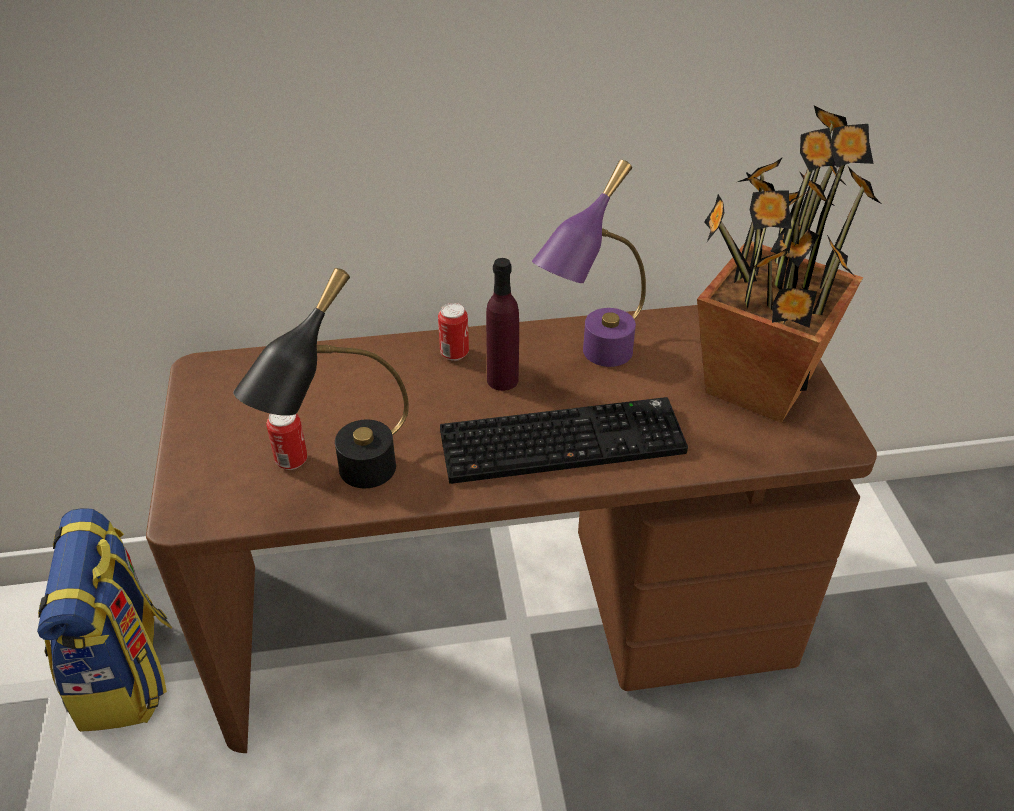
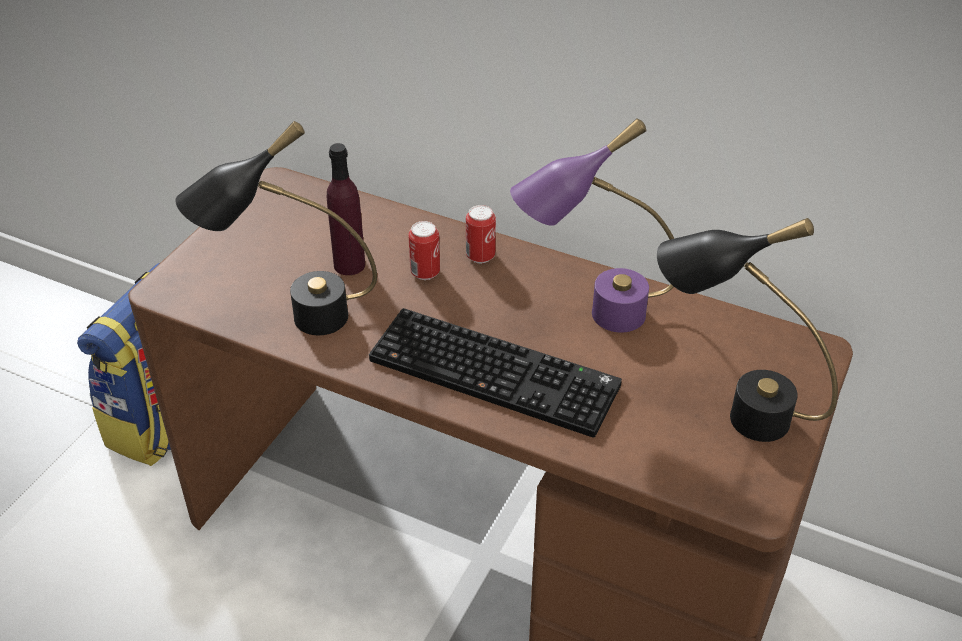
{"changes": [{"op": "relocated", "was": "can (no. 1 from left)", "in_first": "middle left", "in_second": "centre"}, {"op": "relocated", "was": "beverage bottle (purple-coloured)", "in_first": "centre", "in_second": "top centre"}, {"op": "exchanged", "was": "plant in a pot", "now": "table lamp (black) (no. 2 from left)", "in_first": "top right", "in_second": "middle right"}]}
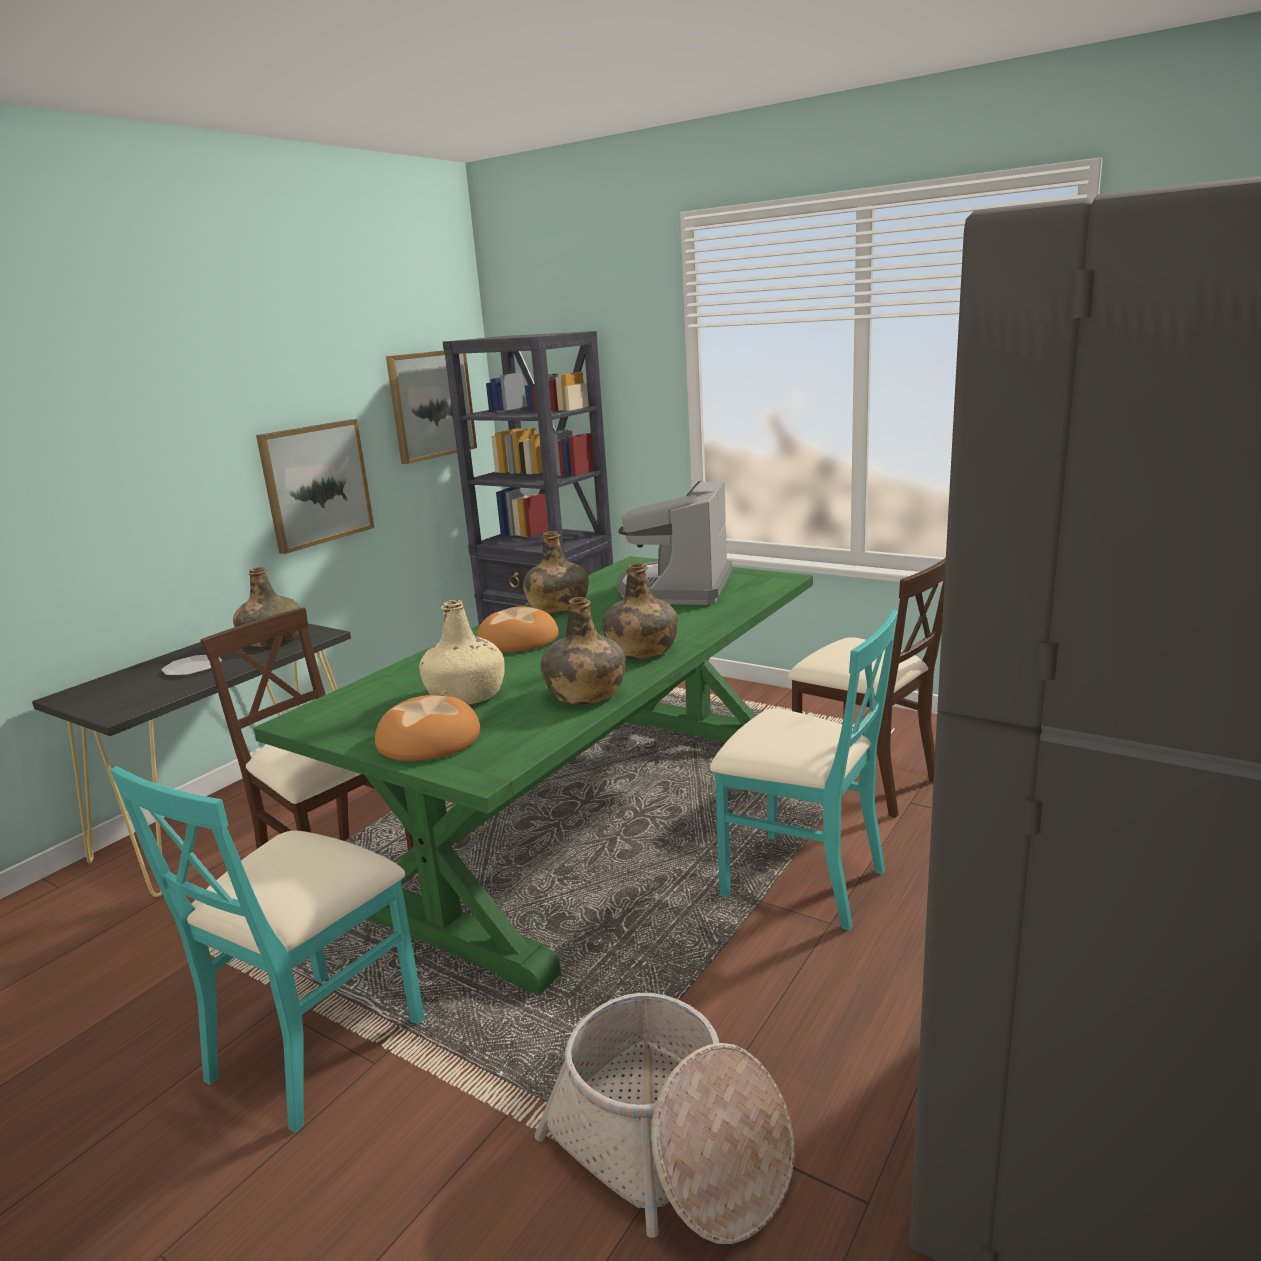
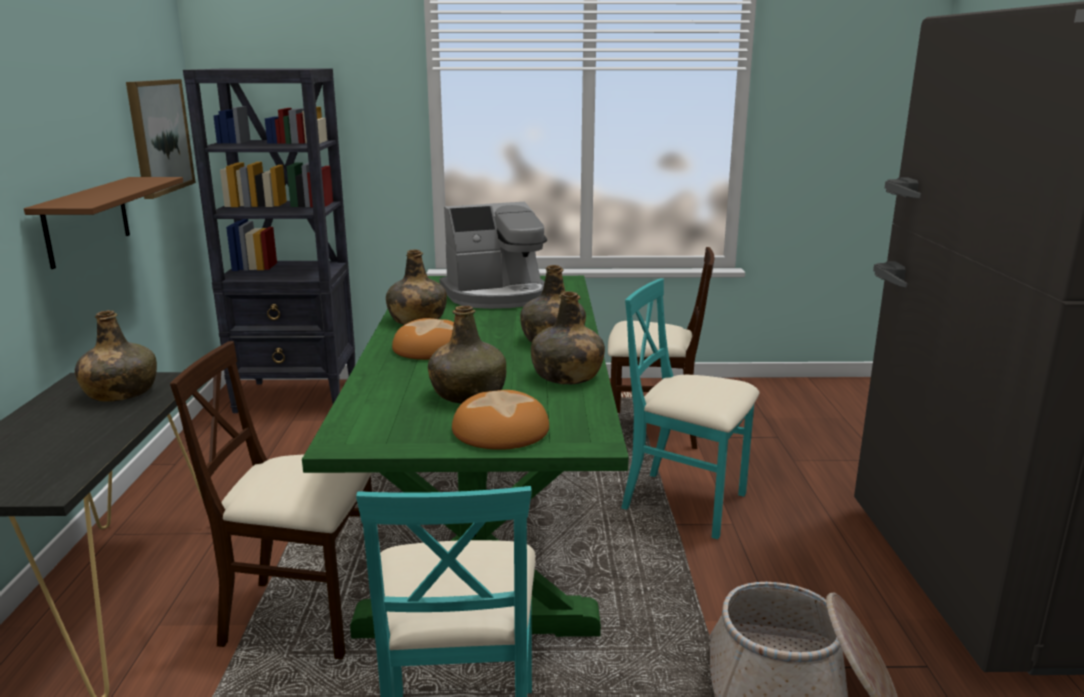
{"changes": [{"op": "missing", "was": "flat dish", "in_first": "middle left"}, {"op": "exchanged", "was": "wall picture (no. 1 from left)", "now": "wall shelf (brownish)", "in_first": "middle left", "in_second": "top left"}, {"op": "colour", "was": "beverage bottle (sand-coloured)", "now": "beverage bottle (green) (no. 3 from left)", "in_first": "centre", "in_second": "centre"}, {"op": "spun", "was": "coffee brewer", "in_first": "centre", "in_second": "centre", "clockwise": -90}, {"op": "spun", "was": "upright chair (turquoise-coloured) (no. 2 from left)", "in_first": "centre", "in_second": "centre", "clockwise": -150}]}
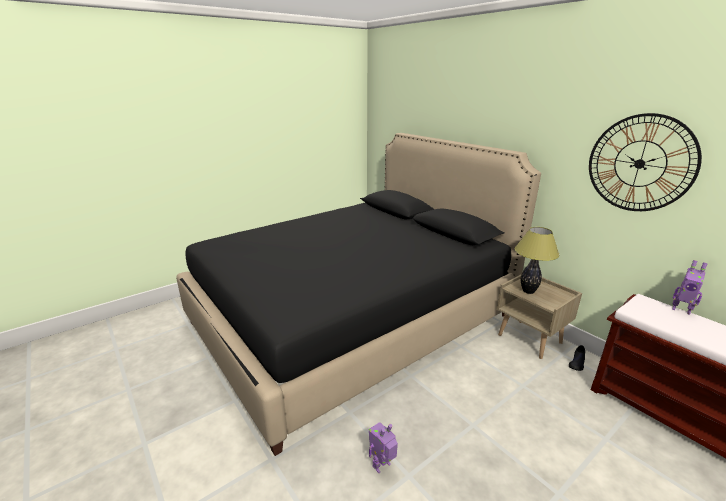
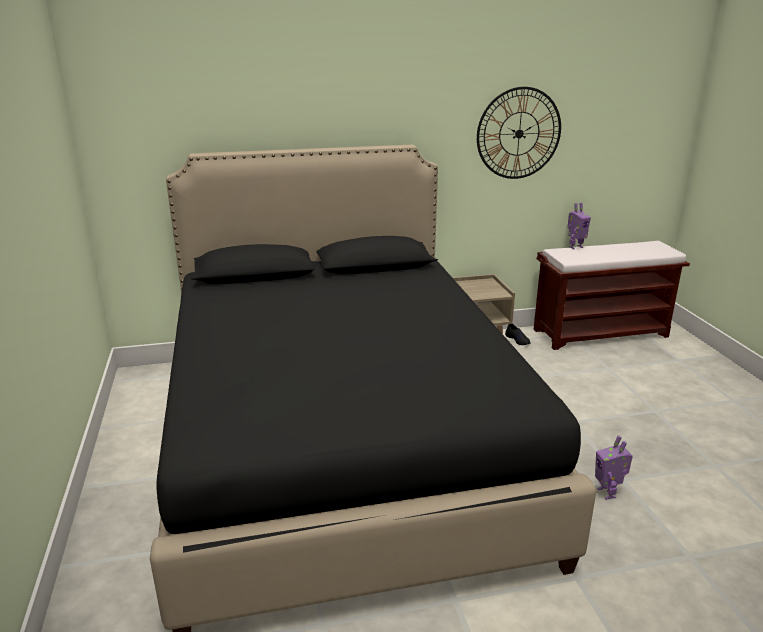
{"changes": [{"op": "missing", "was": "table lamp", "in_first": "middle right"}]}
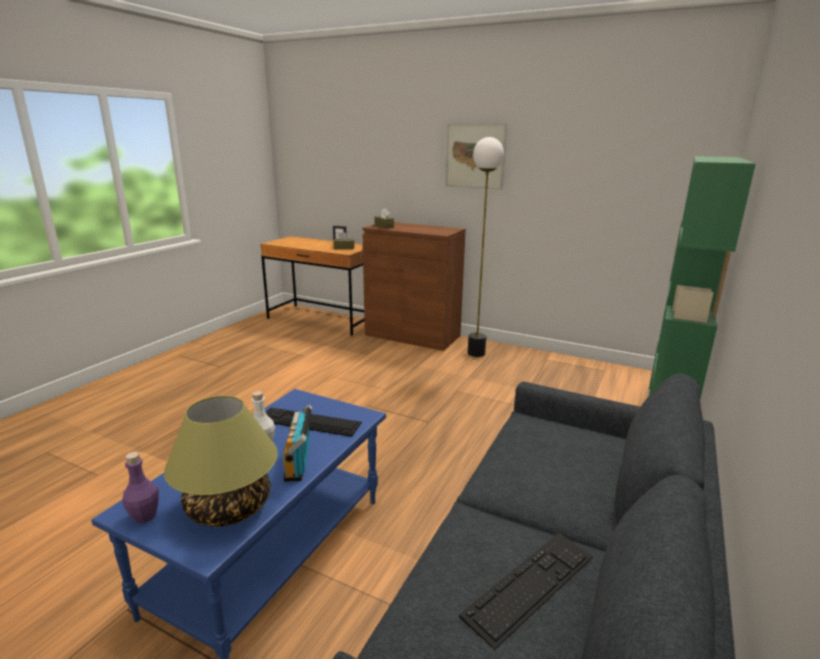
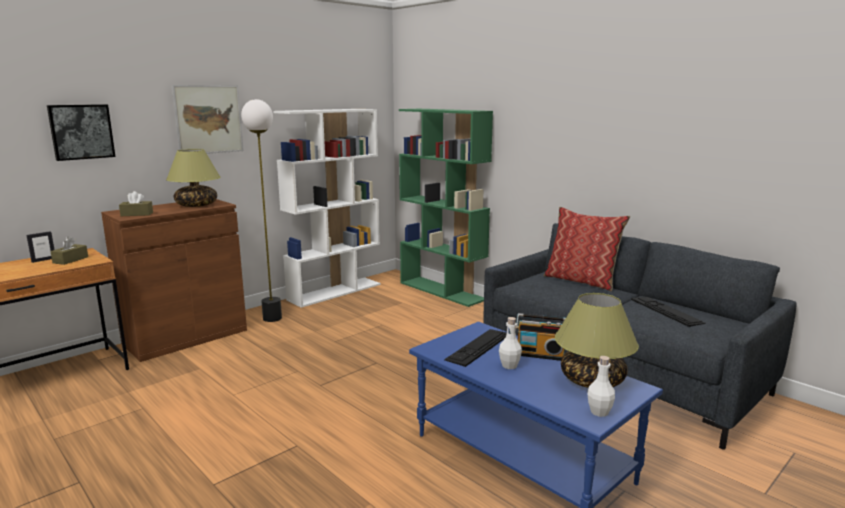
{"changes": [{"op": "appeared", "now": "wall picture (no. 1 from left)", "in_second": "top left"}, {"op": "appeared", "now": "table lamp (no. 1 from left)", "in_second": "middle left"}, {"op": "appeared", "now": "bookcase (white)", "in_second": "centre"}, {"op": "appeared", "now": "pillow", "in_second": "middle right"}, {"op": "colour", "was": "beverage bottle (purple-coloured)", "now": "beverage bottle (white) (no. 2 from left)", "in_first": "bottom left", "in_second": "bottom right"}]}
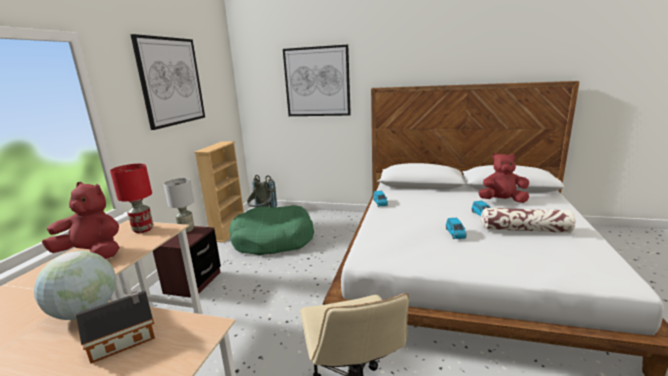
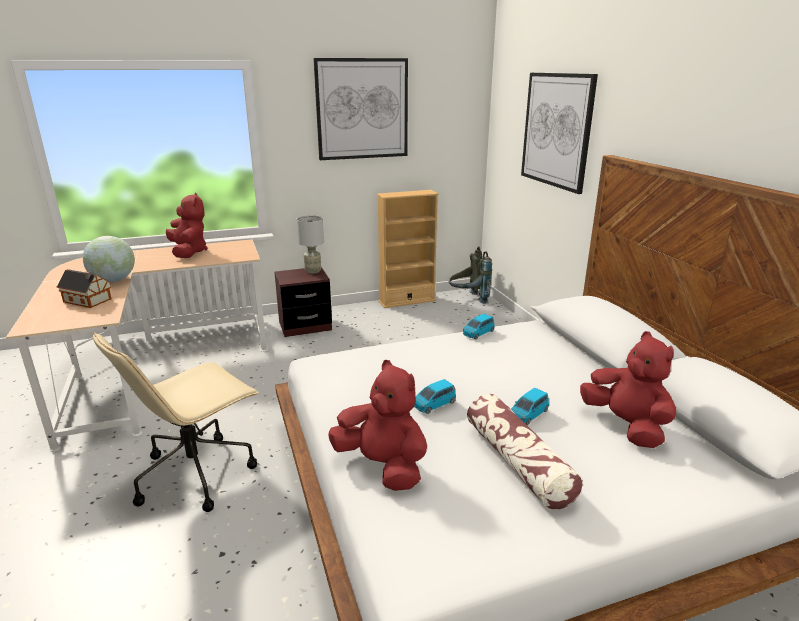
{"changes": [{"op": "missing", "was": "table lamp (reddish)", "in_first": "middle left"}, {"op": "missing", "was": "pet bed (green)", "in_first": "centre"}, {"op": "appeared", "now": "soft toy (reddish) (no. 2 from left)", "in_second": "bottom centre"}]}
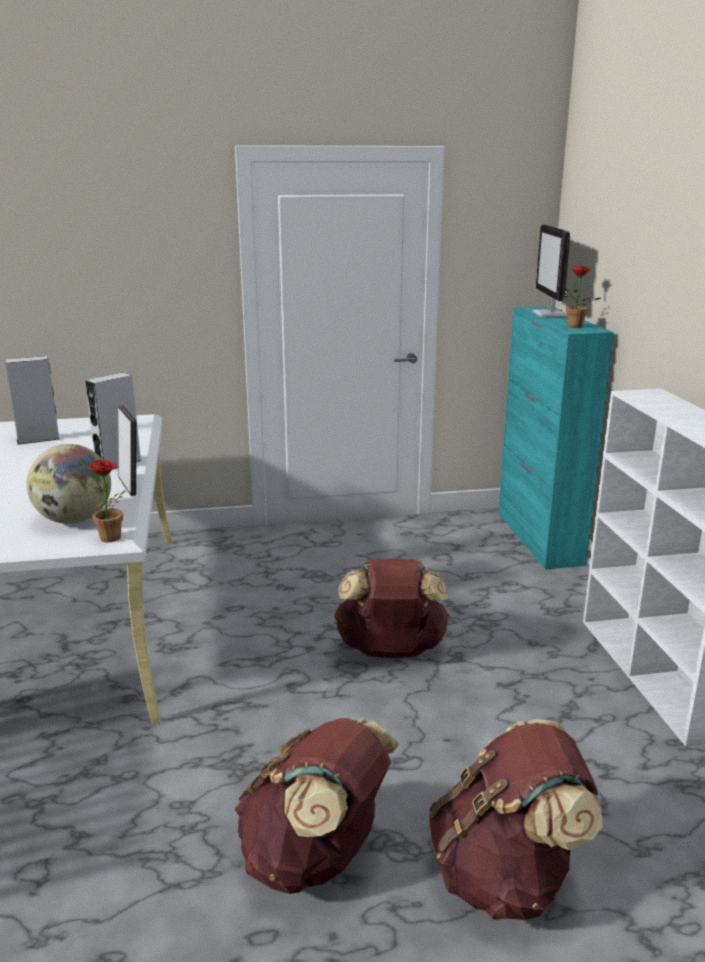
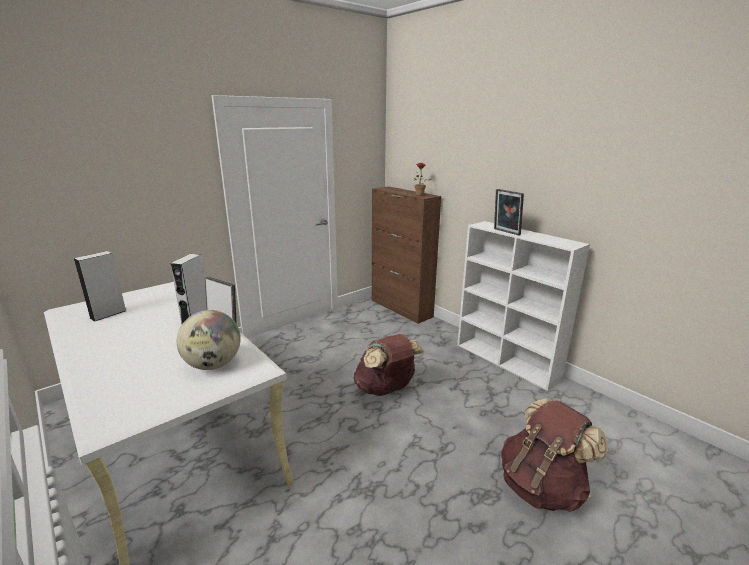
{"changes": [{"op": "missing", "was": "plant in a pot (no. 1 from left)", "in_first": "middle left"}, {"op": "missing", "was": "knapsack (brownish) (no. 1 from left)", "in_first": "bottom centre"}, {"op": "missing", "was": "computer screen", "in_first": "top right"}, {"op": "appeared", "now": "standing frame (no. 2 from left)", "in_second": "middle right"}, {"op": "colour", "was": "cabinet (turquoise-coloured)", "now": "cabinet (brownish)", "in_first": "middle right", "in_second": "centre"}]}
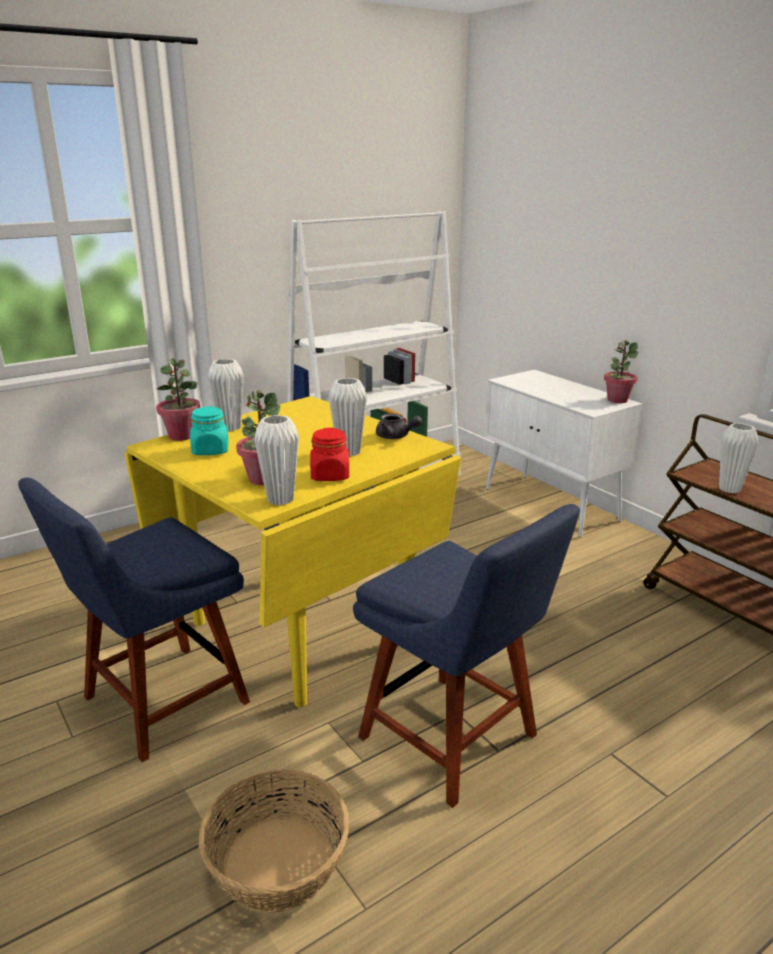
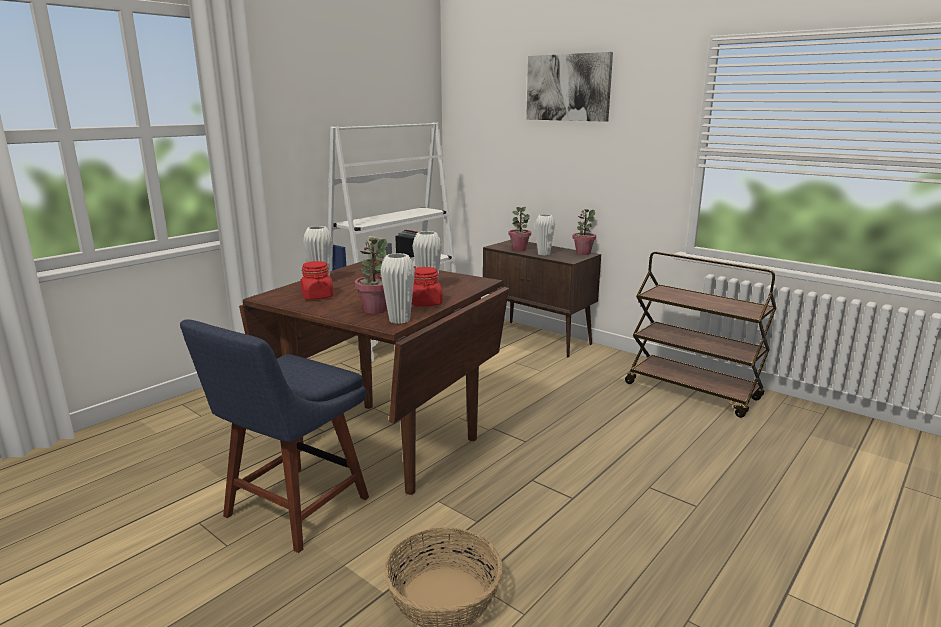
{"changes": [{"op": "missing", "was": "upright chair (bluish) (no. 2 from left)", "in_first": "bottom centre"}, {"op": "missing", "was": "tea pot (gray)", "in_first": "centre"}, {"op": "appeared", "now": "wall picture", "in_second": "top centre"}, {"op": "relocated", "was": "plant in a pot (no. 1 from left in the first image)", "now": "plant in a pot (no. 2 from left)", "in_first": "middle left", "in_second": "centre"}, {"op": "relocated", "was": "flower vase (white) (no. 4 from left)", "in_first": "middle right", "in_second": "centre"}, {"op": "colour", "was": "dining table (yellowish)", "now": "dining table (brownish)", "in_first": "centre", "in_second": "centre"}, {"op": "colour", "was": "jar (turquoise-coloured)", "now": "jar (reddish) (no. 1 from left)", "in_first": "middle left", "in_second": "centre"}, {"op": "colour", "was": "cabinet (white)", "now": "cabinet (brownish)", "in_first": "middle right", "in_second": "centre"}]}
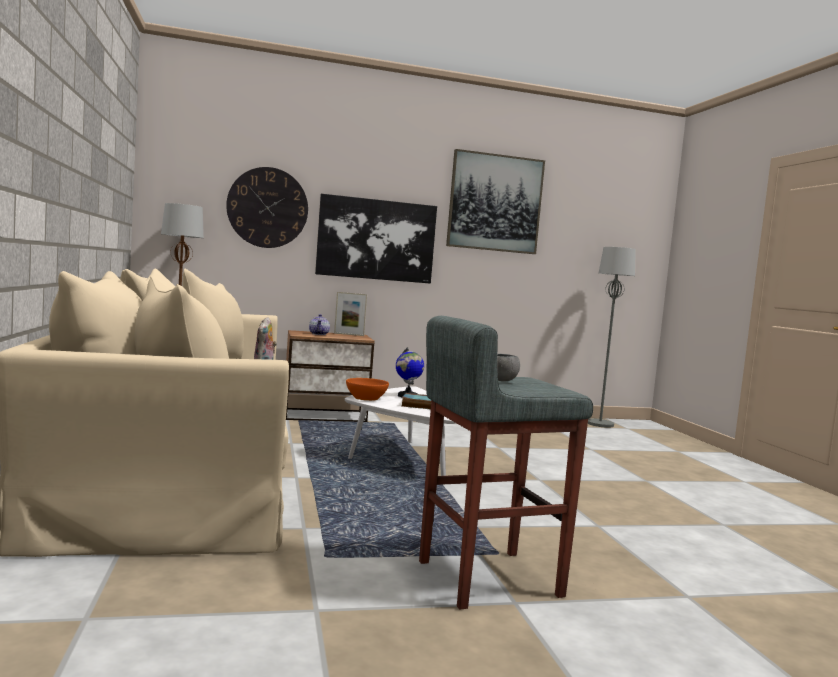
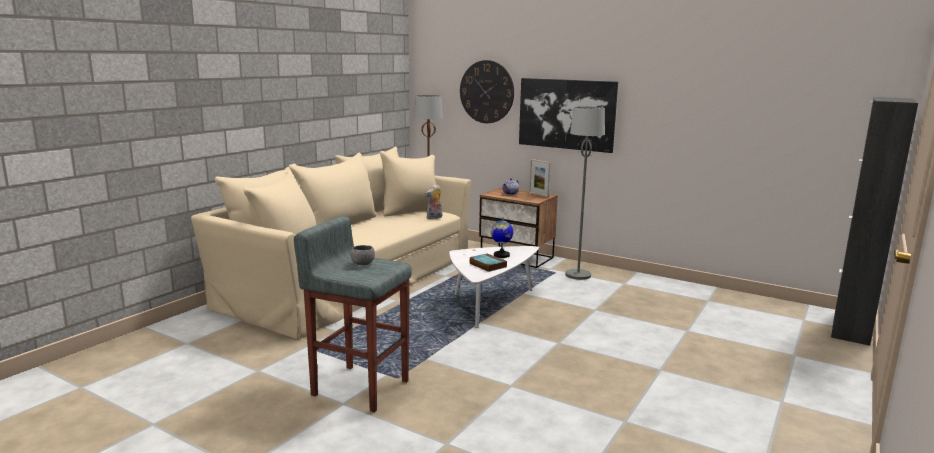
{"changes": [{"op": "missing", "was": "bowl (orangey)", "in_first": "centre"}, {"op": "missing", "was": "wall picture (no. 2 from left)", "in_first": "top centre"}, {"op": "appeared", "now": "cabinet (black)", "in_second": "middle right"}, {"op": "relocated", "was": "floor lamp (gray)", "in_first": "middle right", "in_second": "centre"}]}
